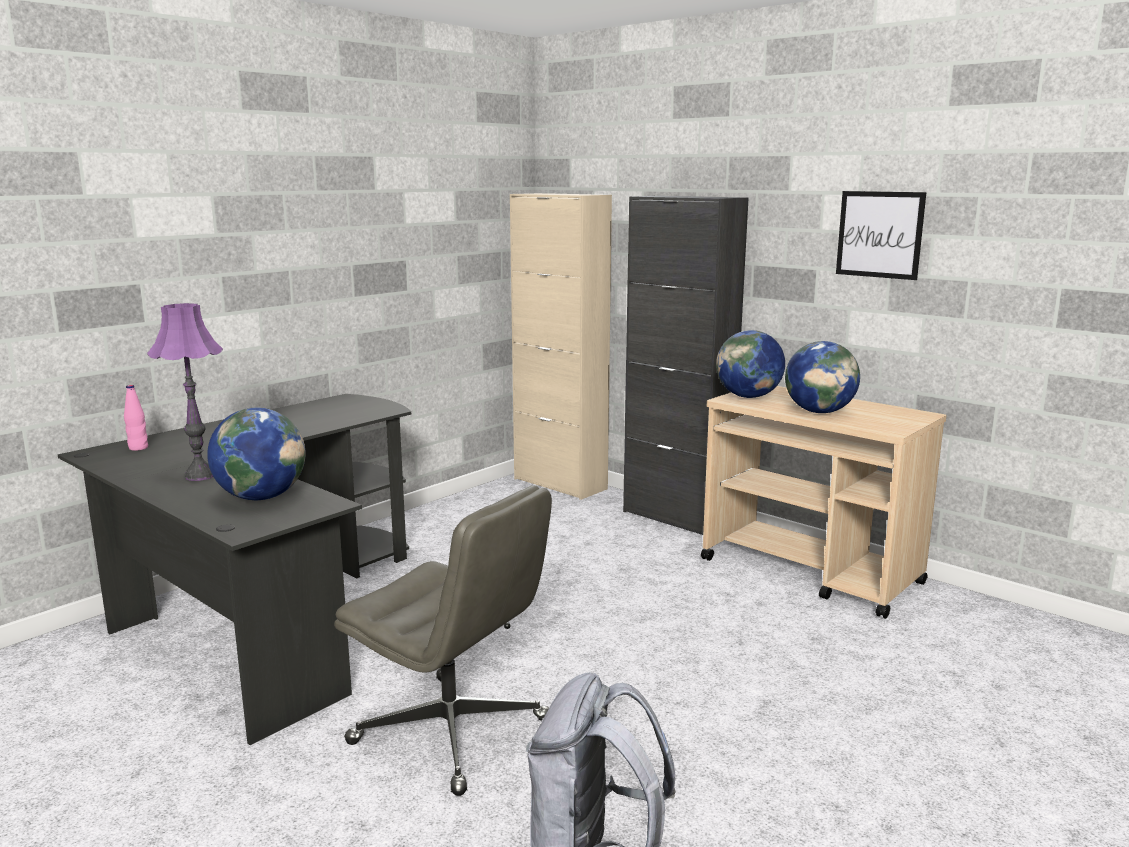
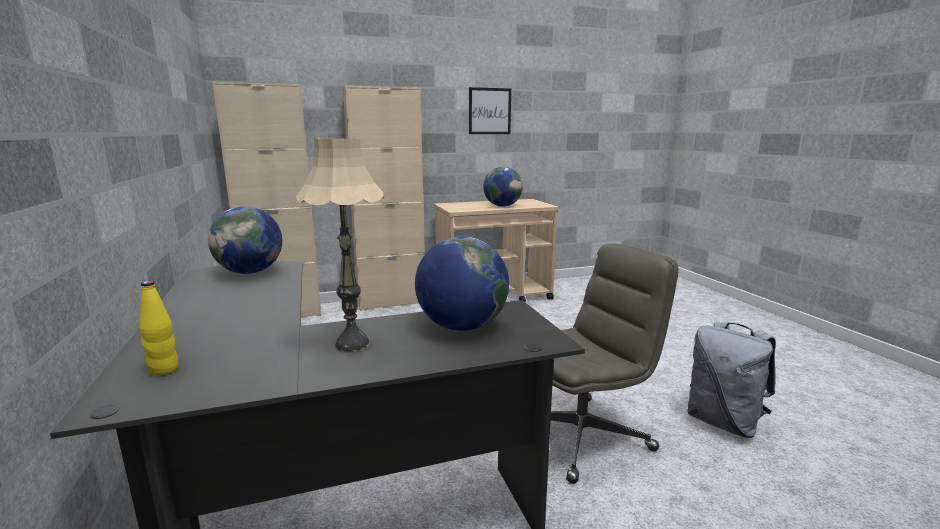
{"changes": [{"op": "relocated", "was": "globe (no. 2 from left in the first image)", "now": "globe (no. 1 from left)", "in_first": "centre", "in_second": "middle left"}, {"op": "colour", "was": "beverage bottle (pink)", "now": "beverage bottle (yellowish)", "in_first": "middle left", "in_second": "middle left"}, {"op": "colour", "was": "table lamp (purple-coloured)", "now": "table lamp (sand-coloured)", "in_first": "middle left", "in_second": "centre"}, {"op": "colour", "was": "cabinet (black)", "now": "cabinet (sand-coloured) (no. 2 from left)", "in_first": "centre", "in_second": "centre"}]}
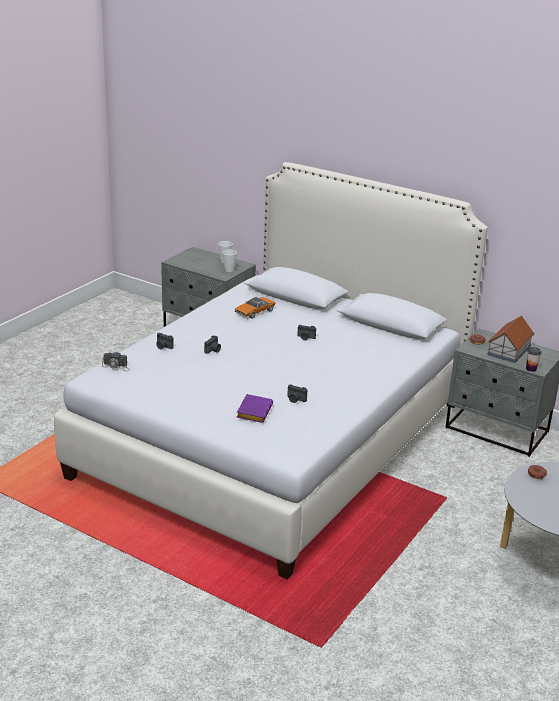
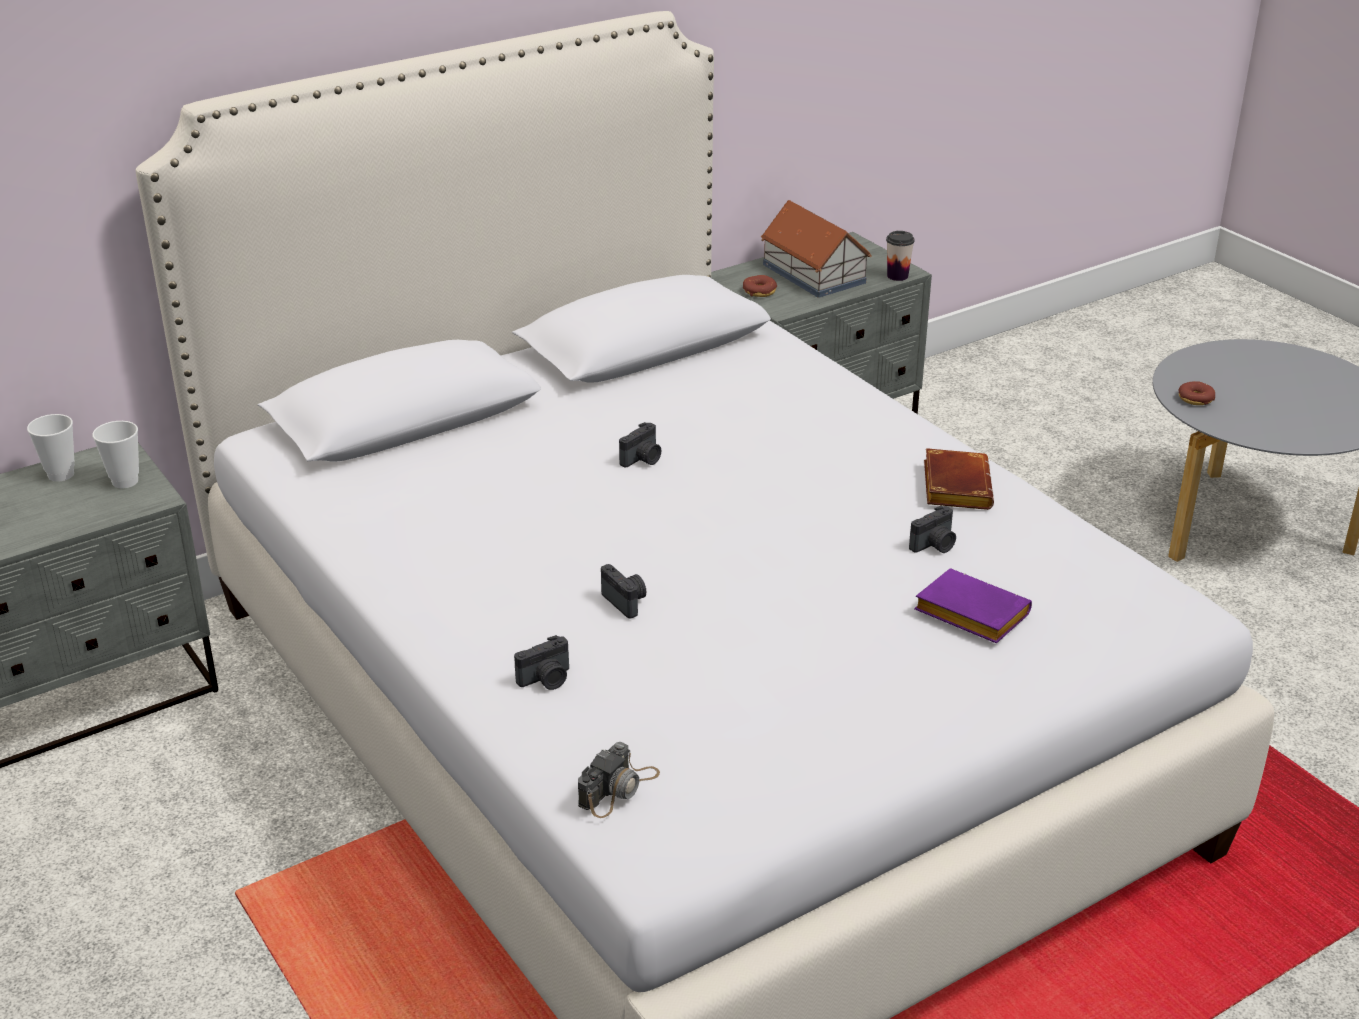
{"changes": [{"op": "missing", "was": "model car", "in_first": "centre"}, {"op": "appeared", "now": "volume (brownish)", "in_second": "middle right"}]}
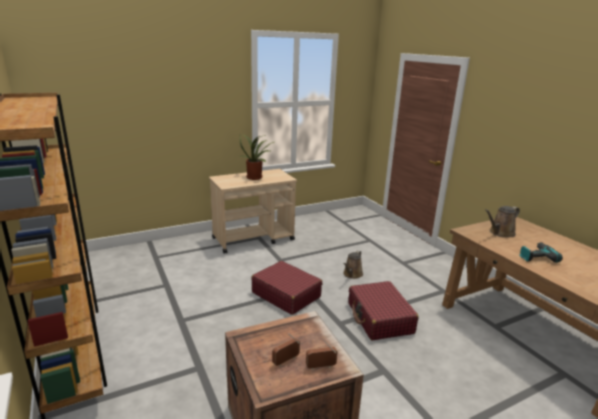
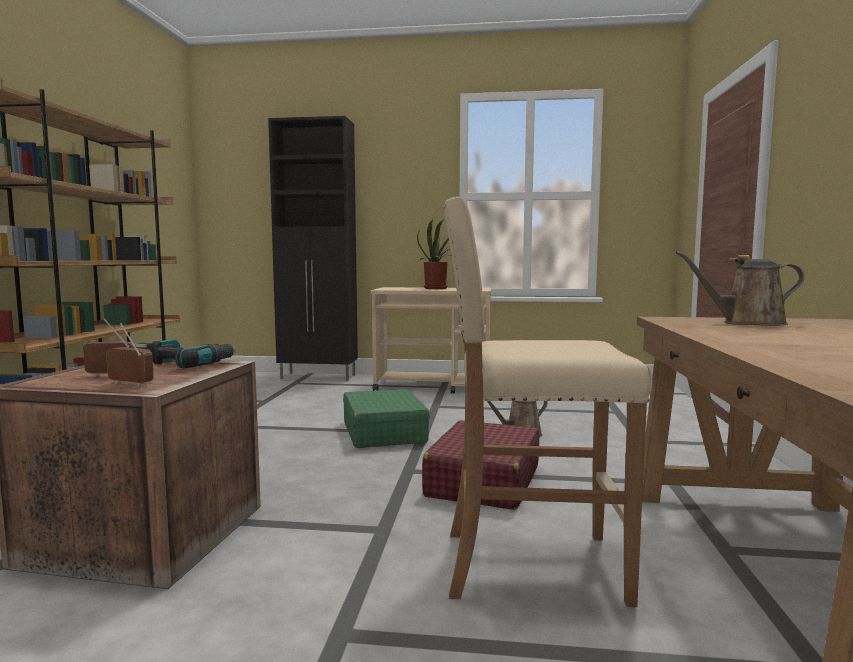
{"changes": [{"op": "appeared", "now": "cabinet (black)", "in_second": "centre"}, {"op": "appeared", "now": "sitting stool (sand-coloured)", "in_second": "centre"}, {"op": "relocated", "was": "power drill", "in_first": "middle right", "in_second": "middle left"}, {"op": "colour", "was": "travel case (reddish) (no. 1 from left)", "now": "travel case (green)", "in_first": "bottom centre", "in_second": "centre"}]}
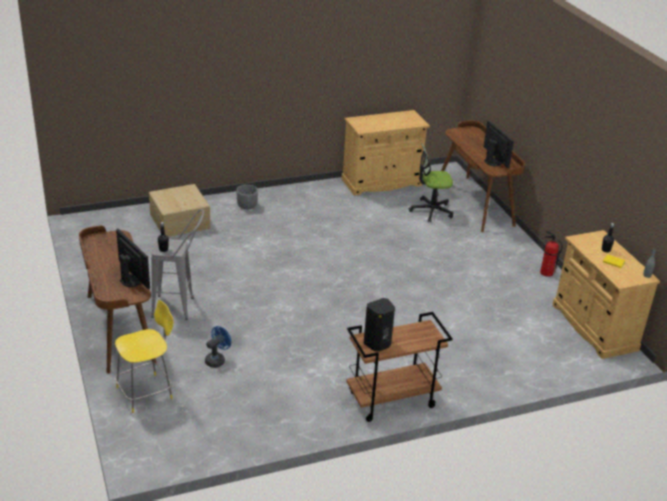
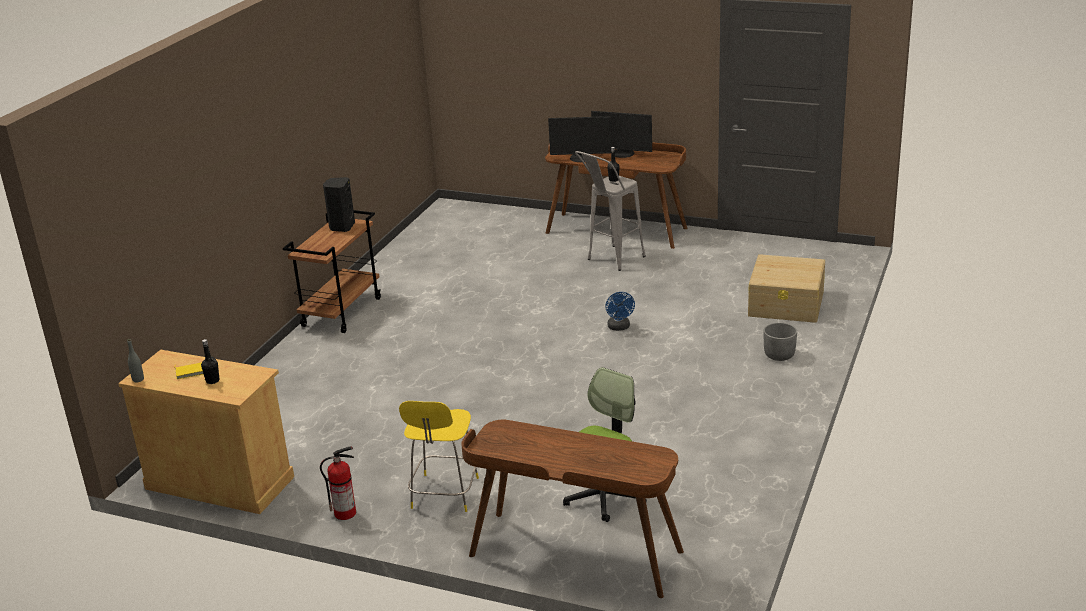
{"changes": [{"op": "missing", "was": "cabinet (sand-coloured) (no. 1 from left)", "in_first": "top centre"}, {"op": "relocated", "was": "upright chair (yellowish)", "in_first": "bottom left", "in_second": "bottom centre"}, {"op": "relocated", "was": "cooling fan (bluish)", "in_first": "bottom left", "in_second": "centre"}, {"op": "relocated", "was": "computer screen (no. 2 from left)", "in_first": "top right", "in_second": "top centre"}]}
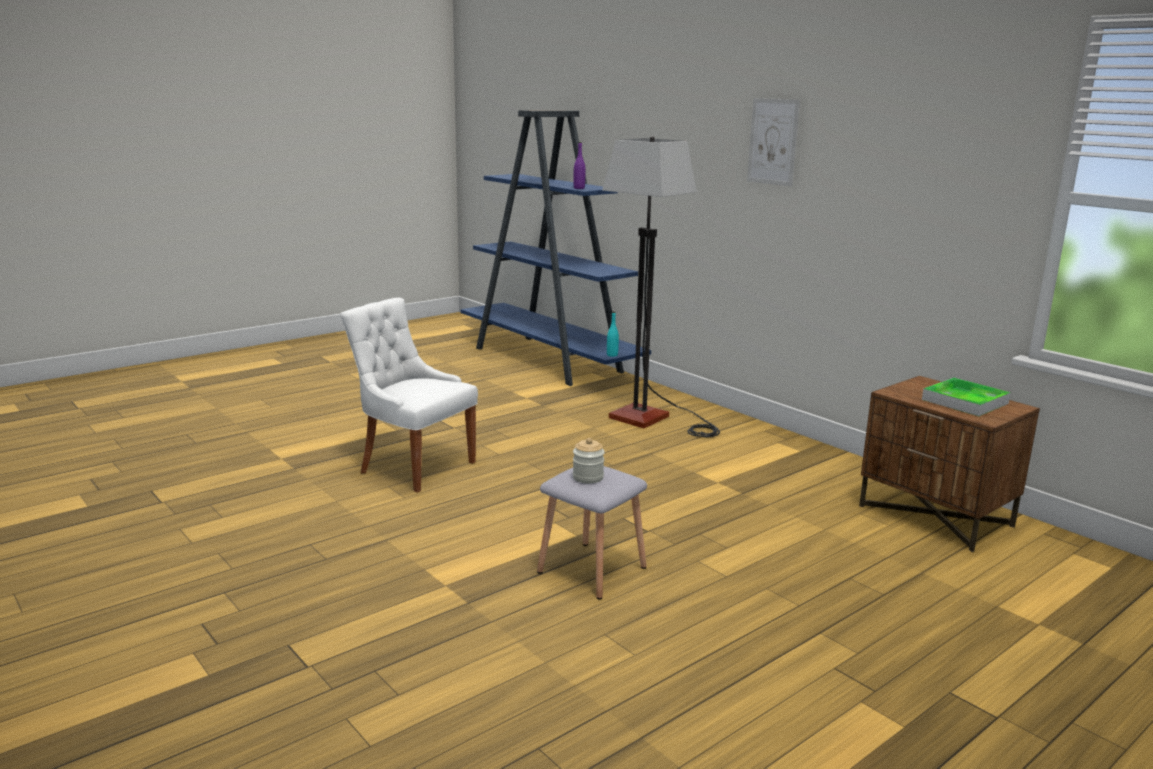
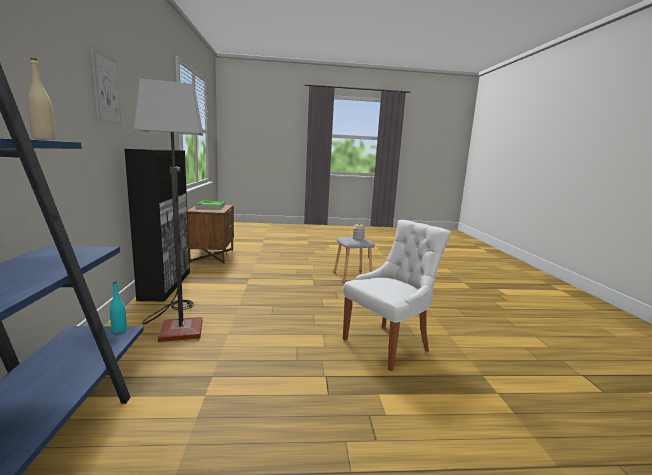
{"changes": [{"op": "appeared", "now": "cabinet (black)", "in_second": "middle left"}, {"op": "colour", "was": "beverage bottle (purple-coloured)", "now": "beverage bottle (sand-coloured)", "in_first": "top centre", "in_second": "top left"}, {"op": "spun", "was": "upright chair (white)", "in_first": "centre", "in_second": "centre", "clockwise": -105}]}
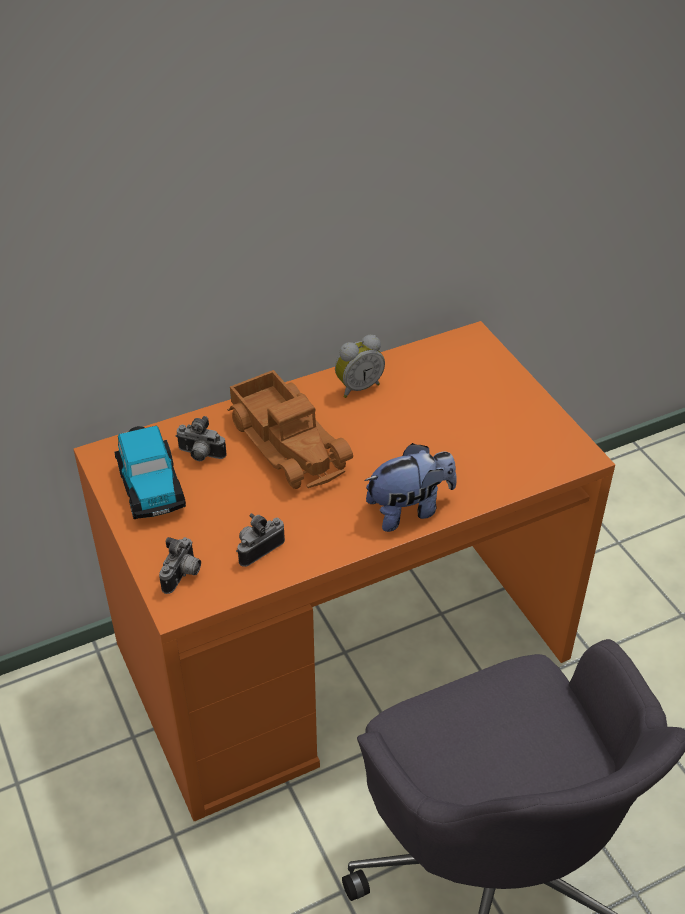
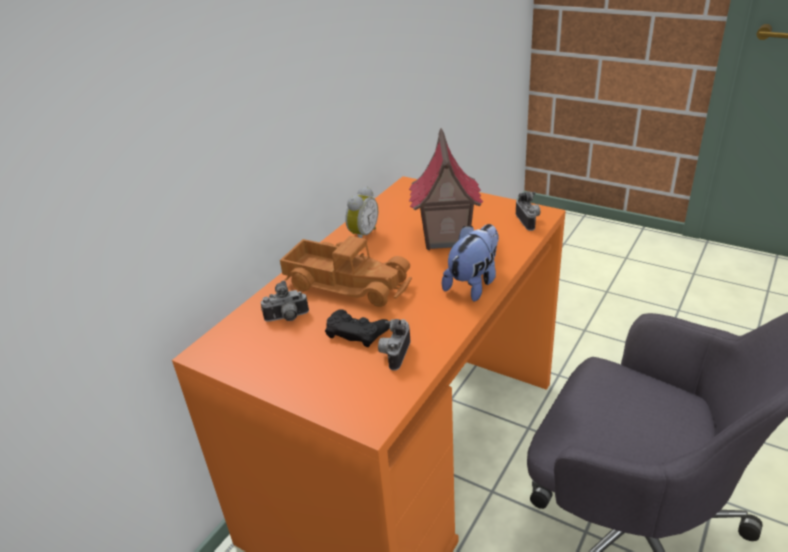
{"changes": [{"op": "missing", "was": "model car", "in_first": "middle left"}, {"op": "appeared", "now": "joypad (black)", "in_second": "centre"}, {"op": "appeared", "now": "miniature house", "in_second": "centre"}, {"op": "relocated", "was": "photo camera (no. 1 from left in the first image)", "now": "photo camera (no. 3 from left)", "in_first": "middle left", "in_second": "middle right"}]}
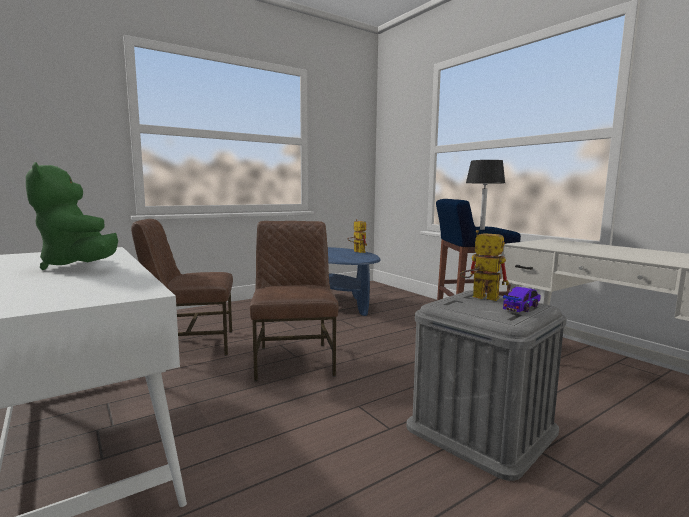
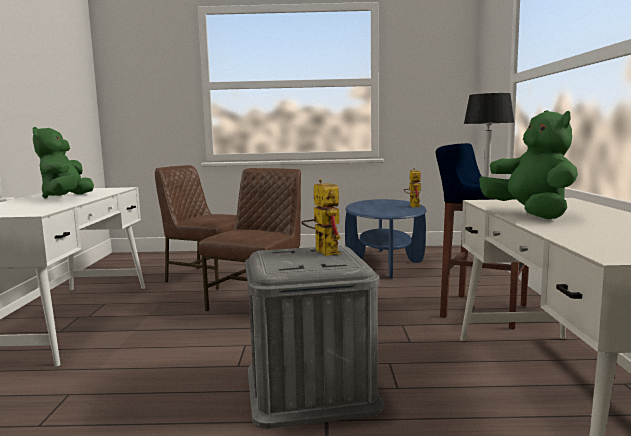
{"changes": [{"op": "missing", "was": "model car", "in_first": "middle right"}, {"op": "appeared", "now": "soft toy (green) (no. 2 from left)", "in_second": "middle right"}]}
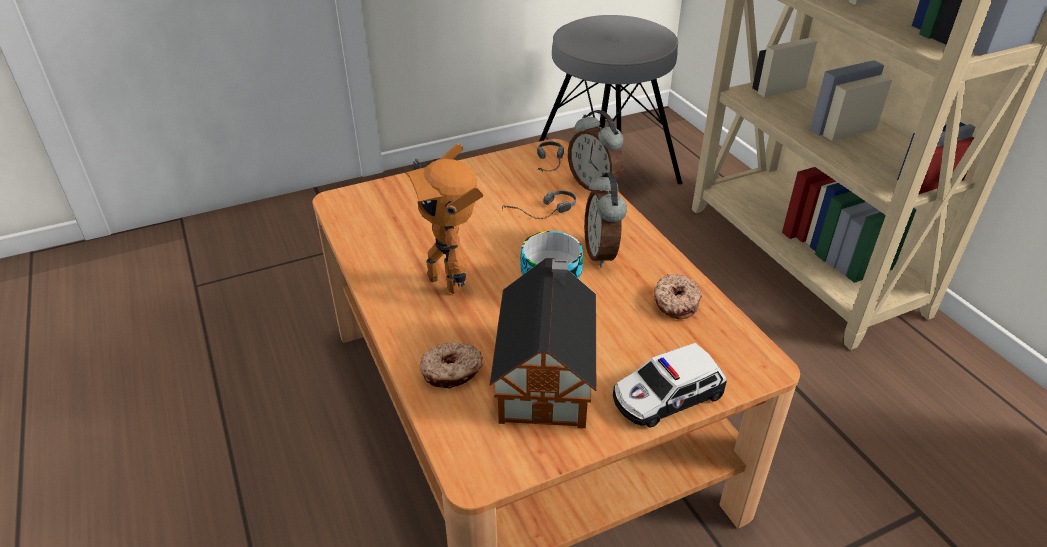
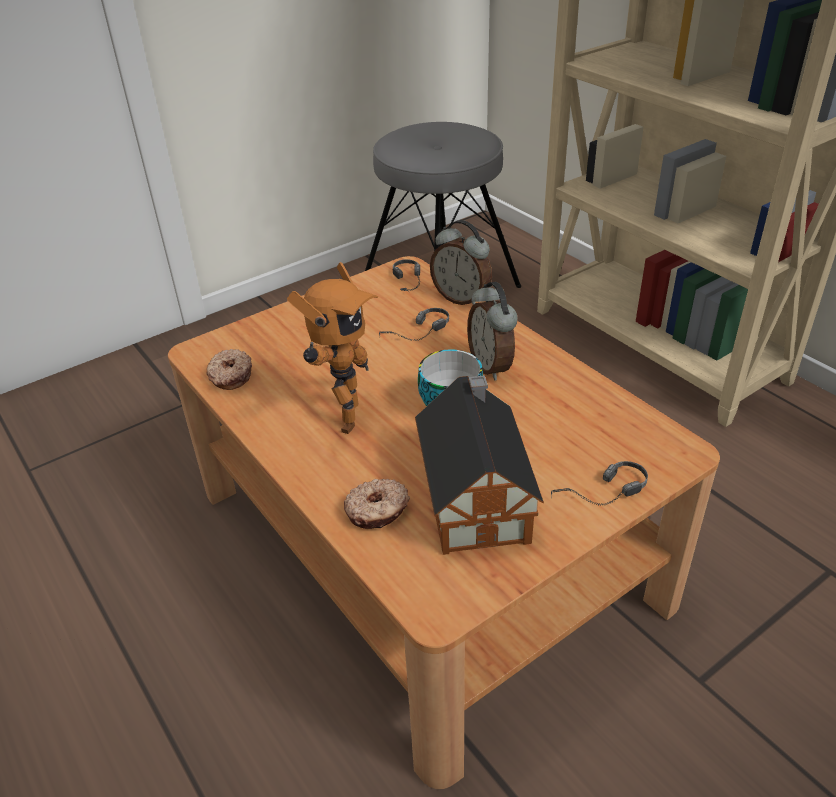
{"changes": [{"op": "relocated", "was": "ring doughnut (no. 2 from left in the first image)", "now": "ring doughnut (no. 1 from left)", "in_first": "centre", "in_second": "middle left"}, {"op": "exchanged", "was": "model car", "now": "headphones (no. 3 from left)", "in_first": "bottom centre", "in_second": "middle right"}, {"op": "spun", "was": "robot figure", "in_first": "centre", "in_second": "centre", "clockwise": -120}]}
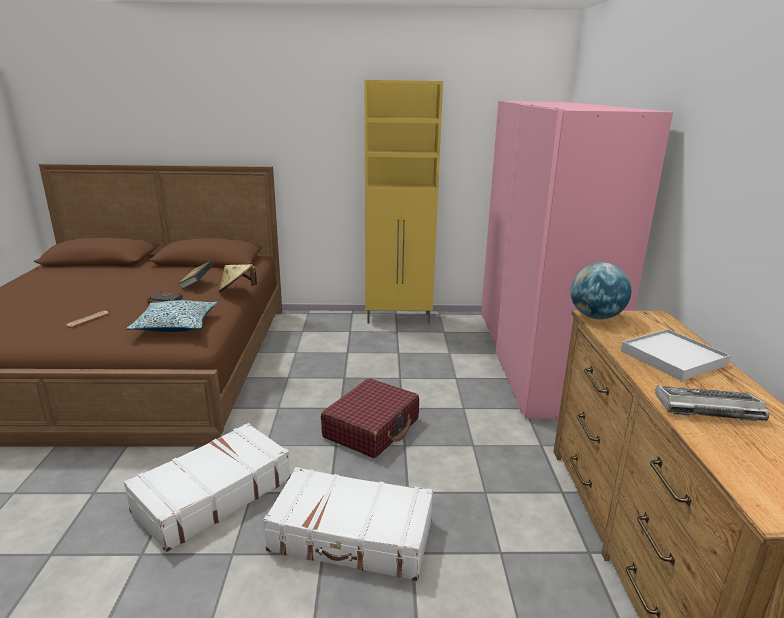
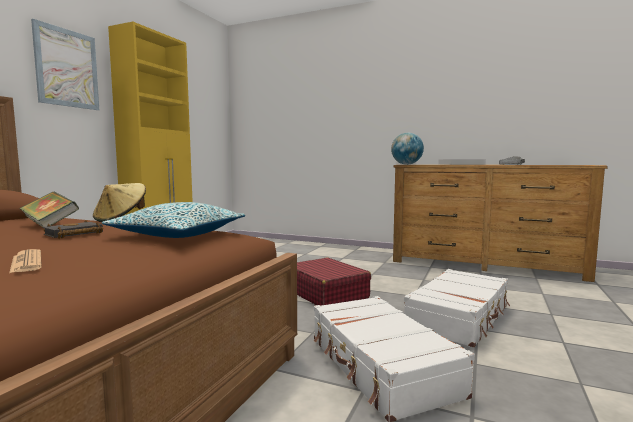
{"changes": [{"op": "missing", "was": "armoire (pink)", "in_first": "middle right"}, {"op": "appeared", "now": "wall picture", "in_second": "top left"}]}
